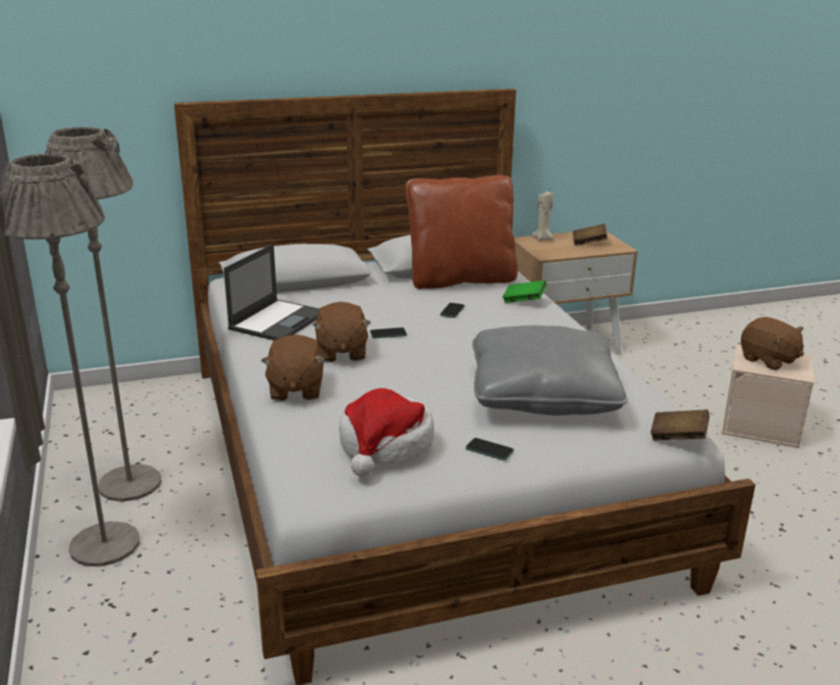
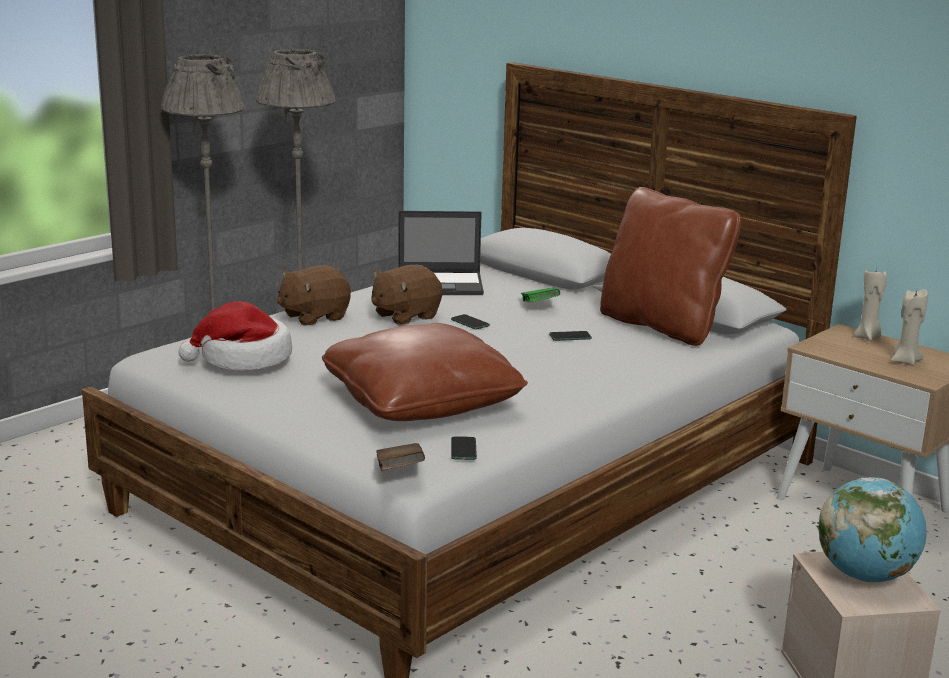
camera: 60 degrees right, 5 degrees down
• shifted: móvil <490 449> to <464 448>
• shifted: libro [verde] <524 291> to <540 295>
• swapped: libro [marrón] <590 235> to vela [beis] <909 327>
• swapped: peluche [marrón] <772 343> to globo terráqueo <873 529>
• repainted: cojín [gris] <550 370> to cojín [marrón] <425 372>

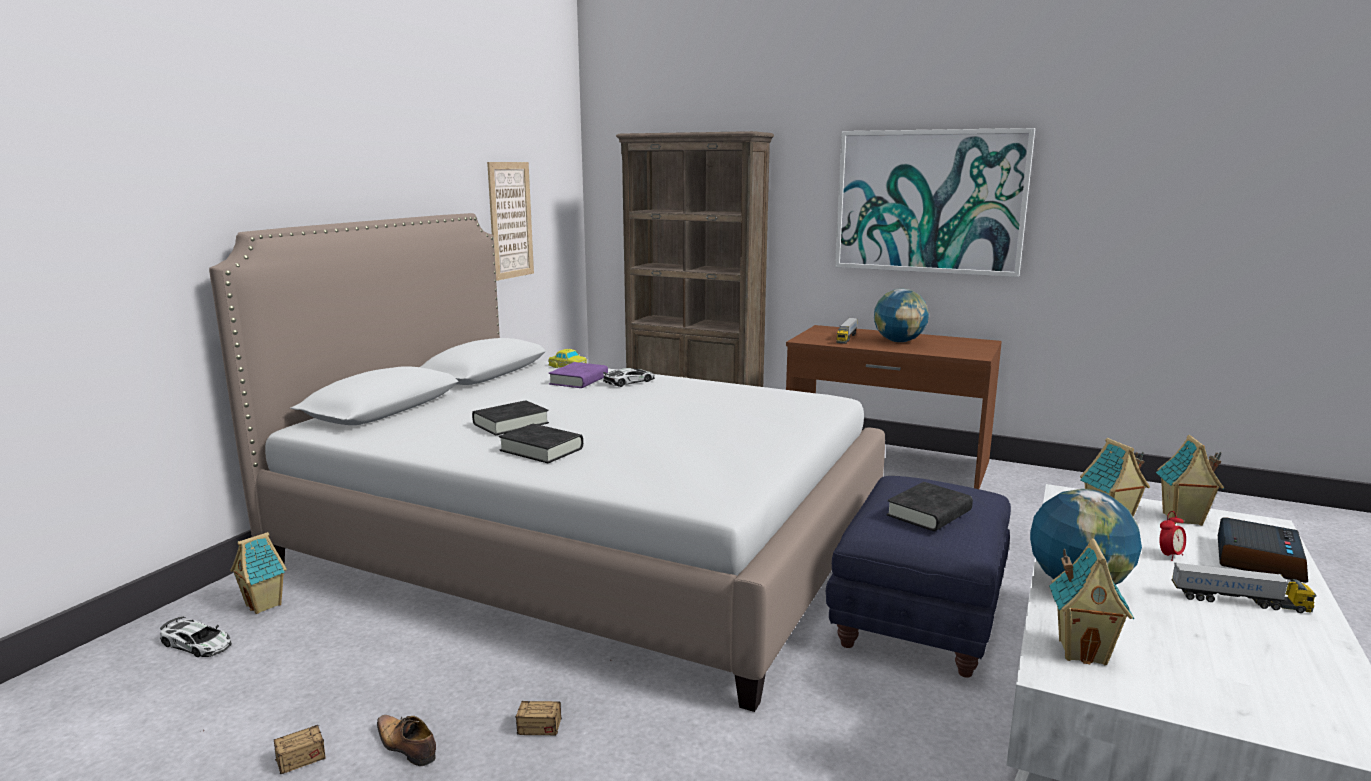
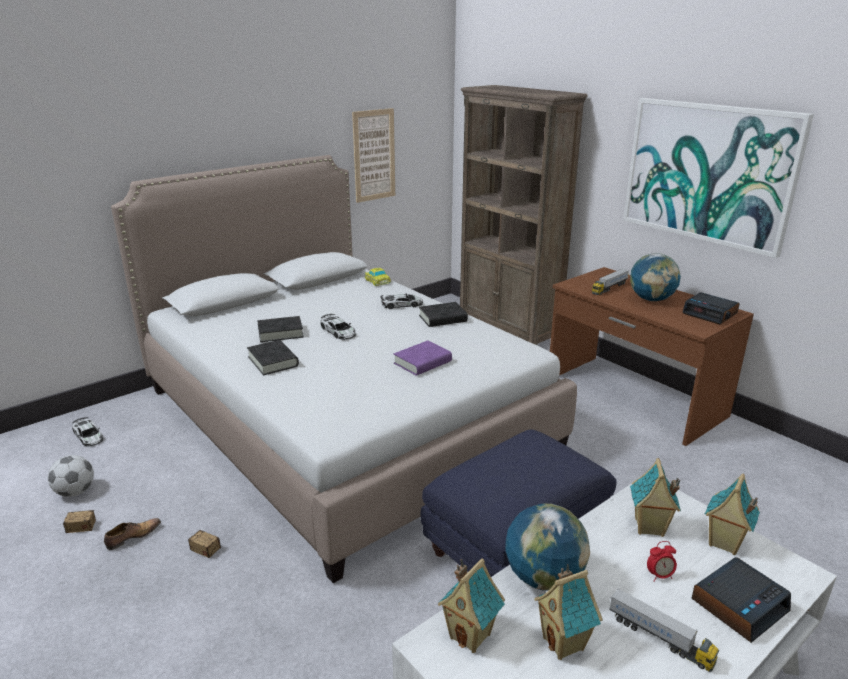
camera: 25 degrees right, 10 degrees up
• new: balón de fútbol <71 476>
• new: coche de juguete <338 327>
• new: despertador <711 308>
• shifted: casita <258 573> to <568 612>
• shifted: libro [morado] <578 375> to <423 358>
• shifted: libro [negro] <930 506> to <443 314>
• rotated: zapato <406 740> = <132 534> 75 degrees clockwise

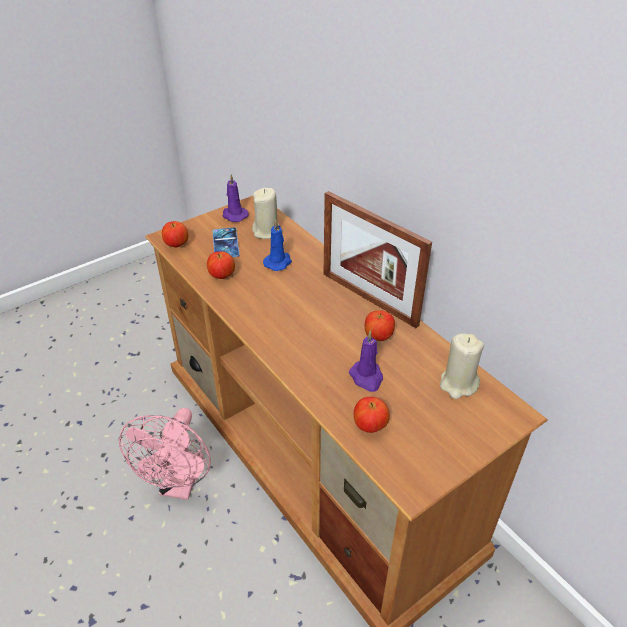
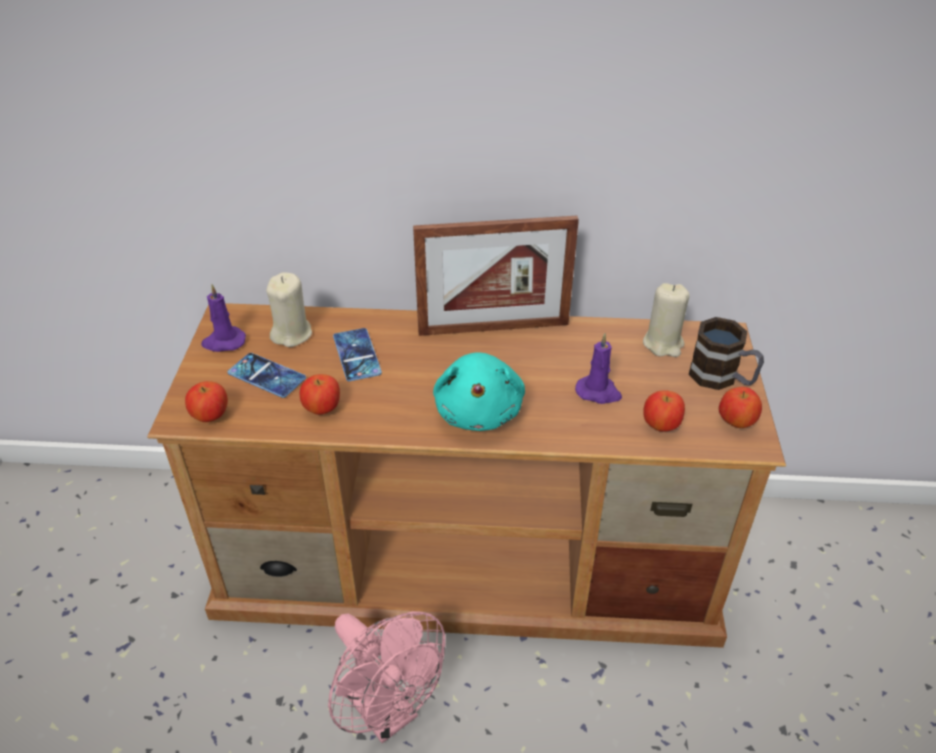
camera: 50 degrees left, 0 degrees up
• new: peluche [turquesa] <479 391>
• new: taza grande <726 353>
• shifted: manzana <380 325> to <740 407>
• swapped: vela [azul] <277 245> to móvil <357 354>

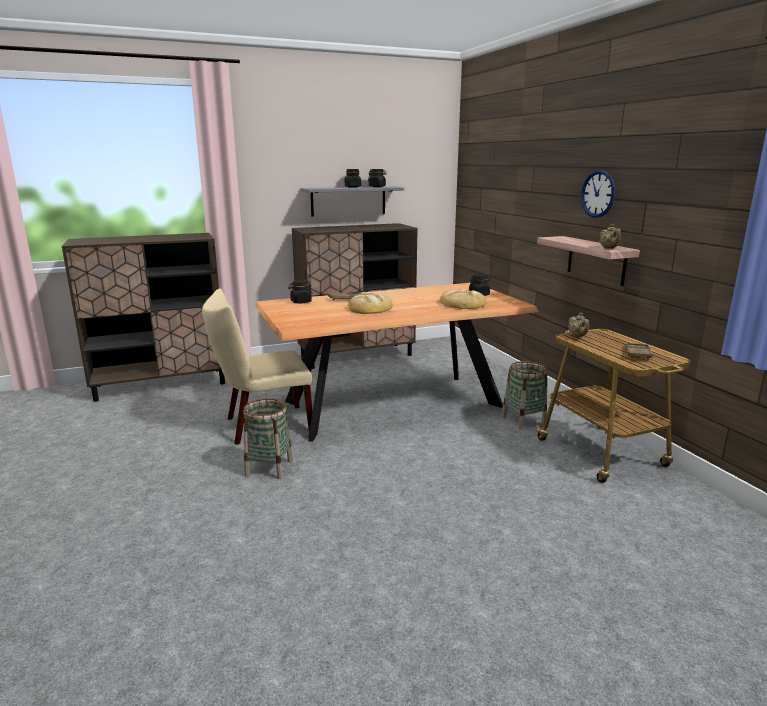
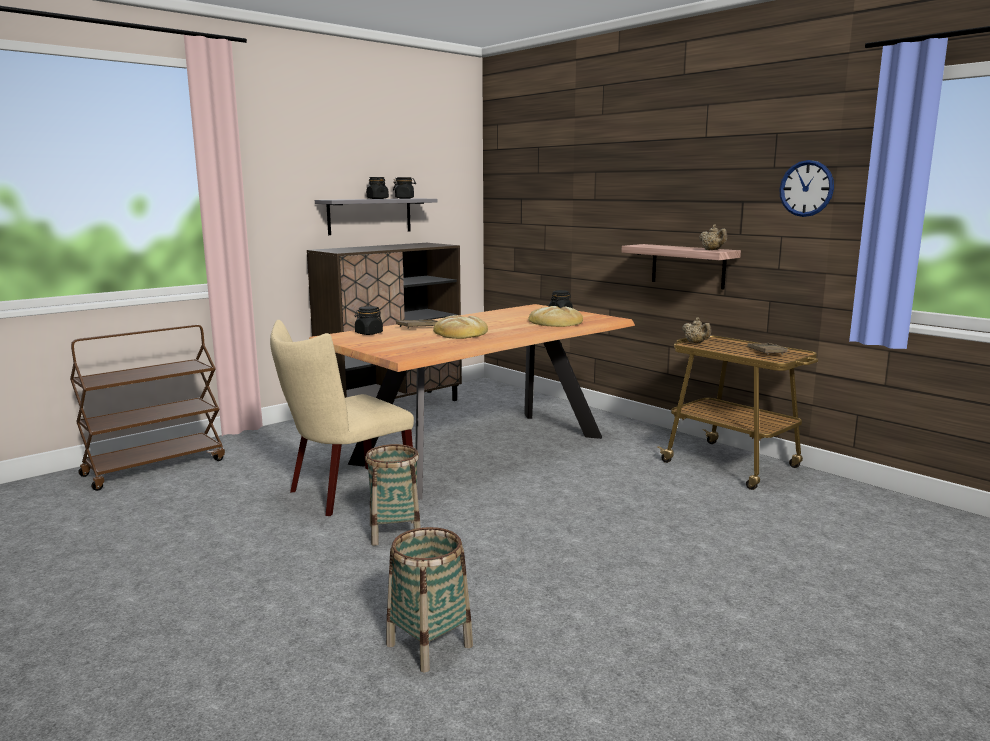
camera: 20 degrees left, 5 degrees down
• shifted: cesta <524 395> to <429 600>
• shifted: reloj de pared <598 194> to <806 188>
• swapped: armario [marrón] <143 317> to carrito [marrón] <147 408>

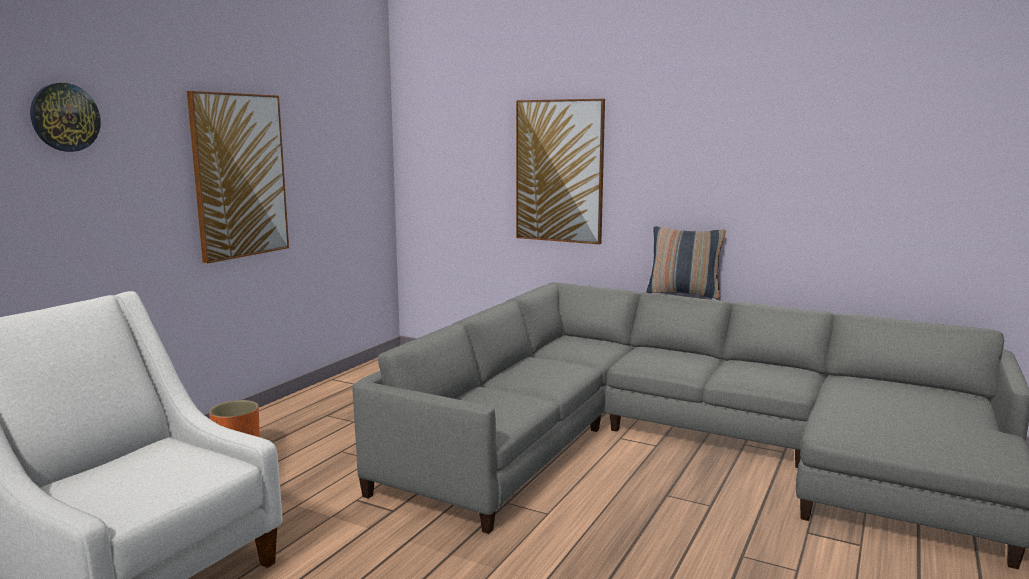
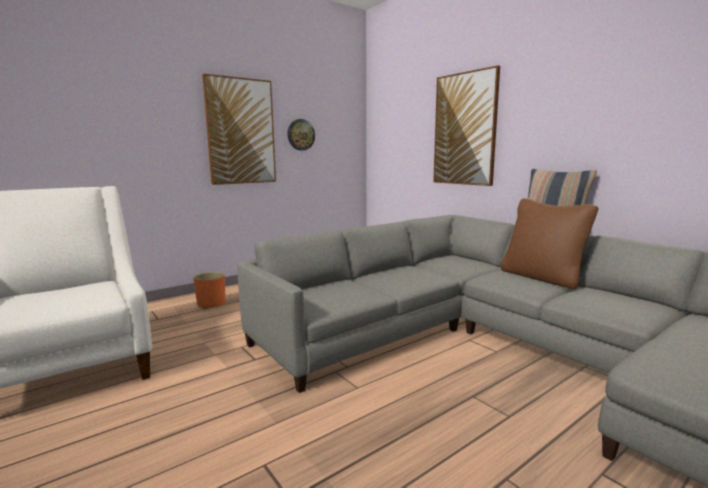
camera: 25 degrees right, 0 degrees up
• new: cojín [marrón] <550 243>
• shifted: reloj de pared <65 117> to <301 135>

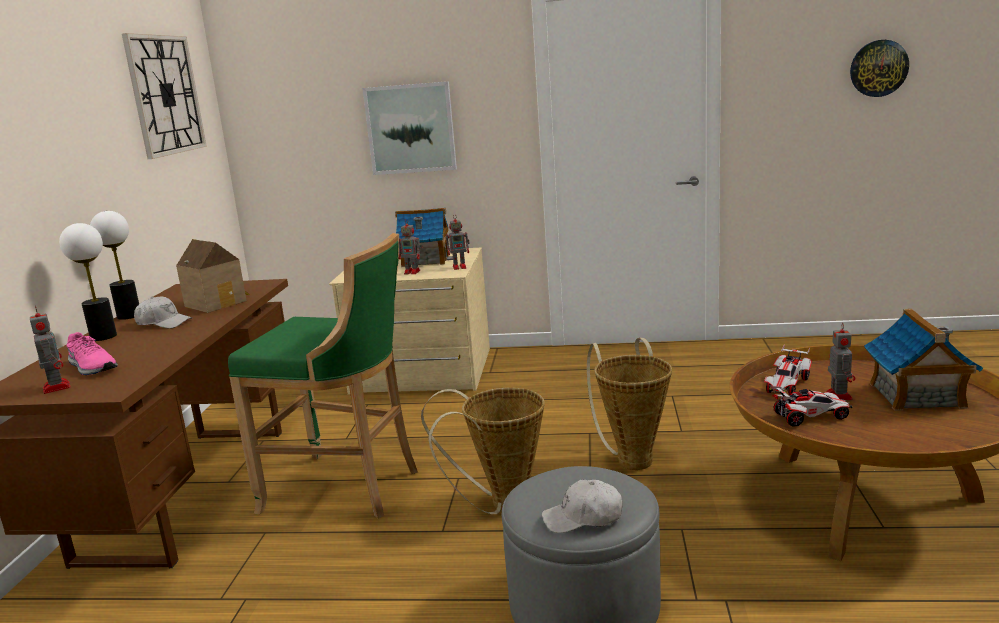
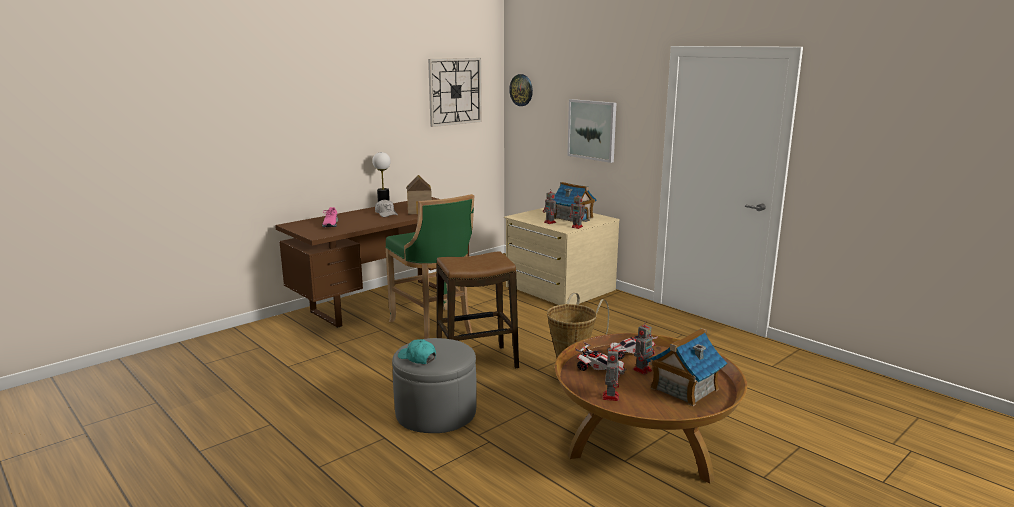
camera: 40 degrees right, 0 degrees up
• gone: lámpara de mesa <88 282>
• shifted: robot de juguete <50 350> to <611 372>
• shifted: reloj de pared <879 68> to <521 90>
• swapped: cesta <483 450> to taburete <478 310>
• repainted: gorra [blanco] <582 506> to gorra [turquesa] <417 351>

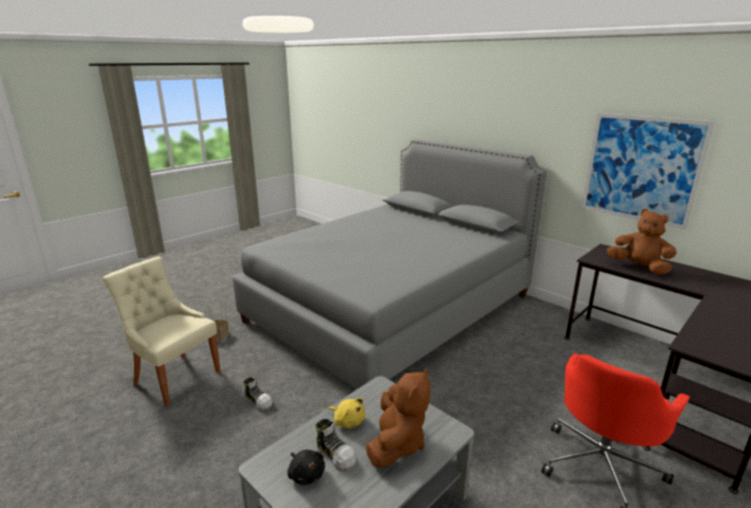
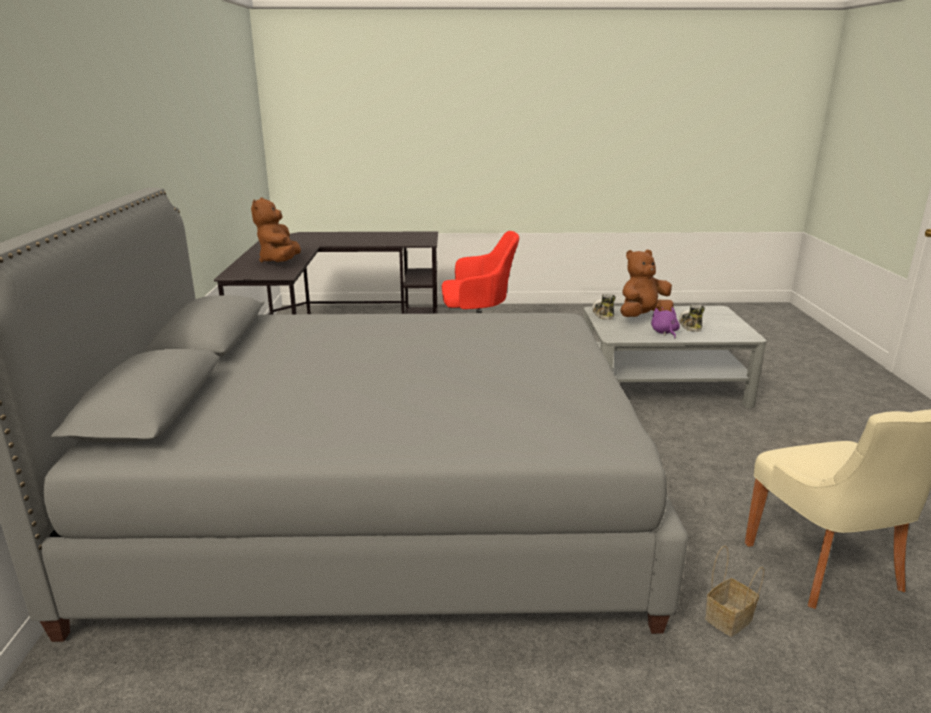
camera: 135 degrees left, 0 degrees up
• gone: peluche [negro] <306 467>
• gone: cuadro <648 171>
• shifted: zapato <258 394> to <604 307>
• repainted: peluche [amarillo] <346 413> to peluche [morado] <665 322>

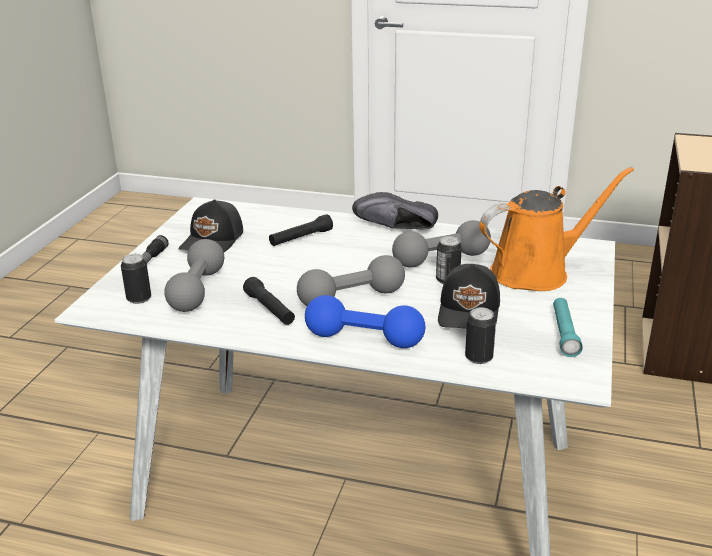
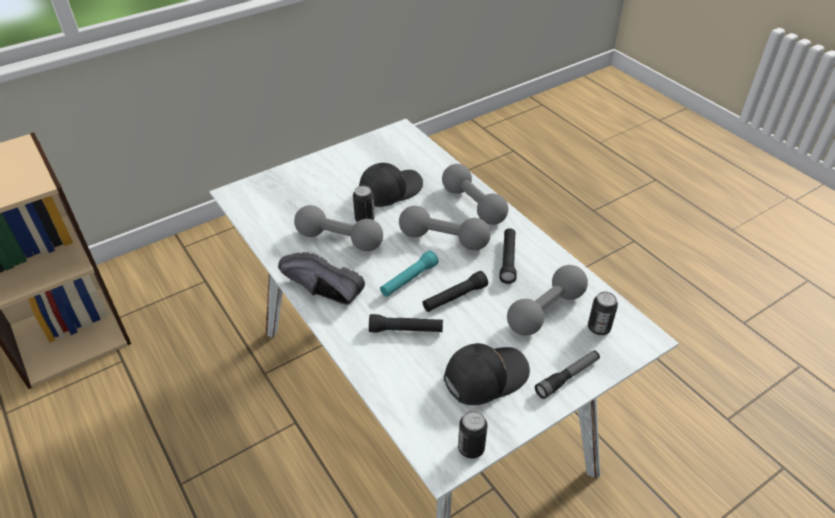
camera: 140 degrees left, 15 degrees up
• gone: regadera [naranja] <557 229>
• new: linterna [negro] <455 291>
• shifted: lata <480 335> to <473 435>
• shifted: linterna [turquesa] <568 327> to <409 273>
• repainted: mancuerna [azul] <365 321> to mancuerna [gris] <475 194>
• rotated: zapato [negro] <395 210> = <321 278> 150 degrees clockwise

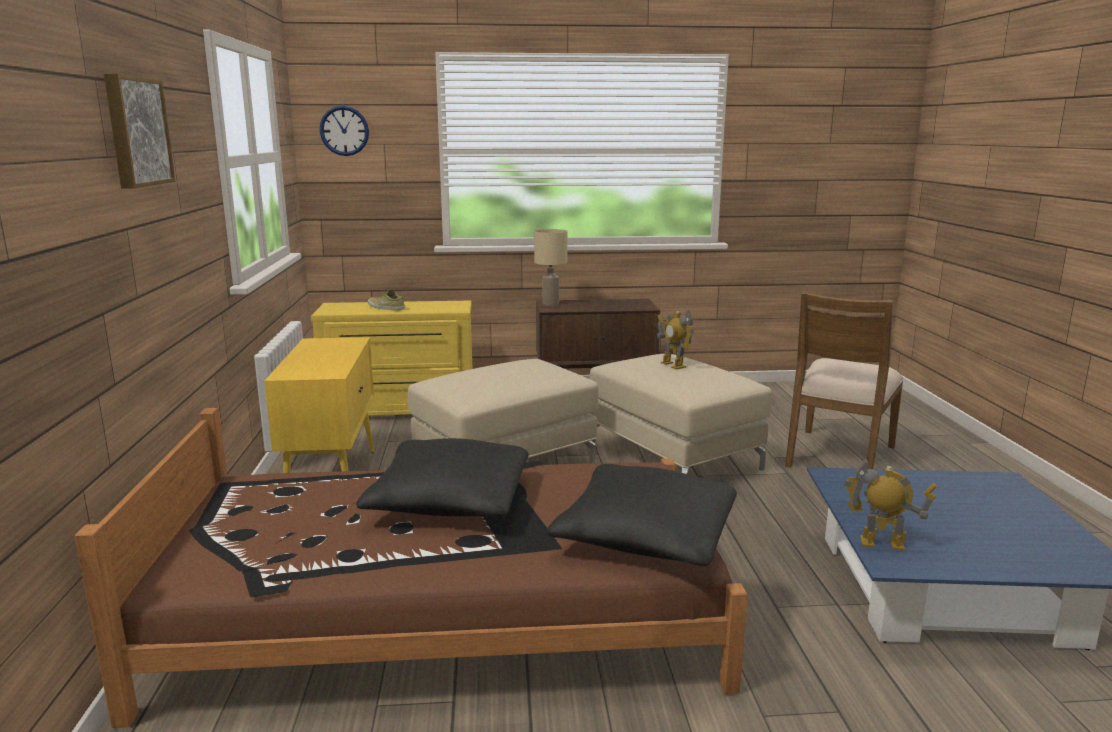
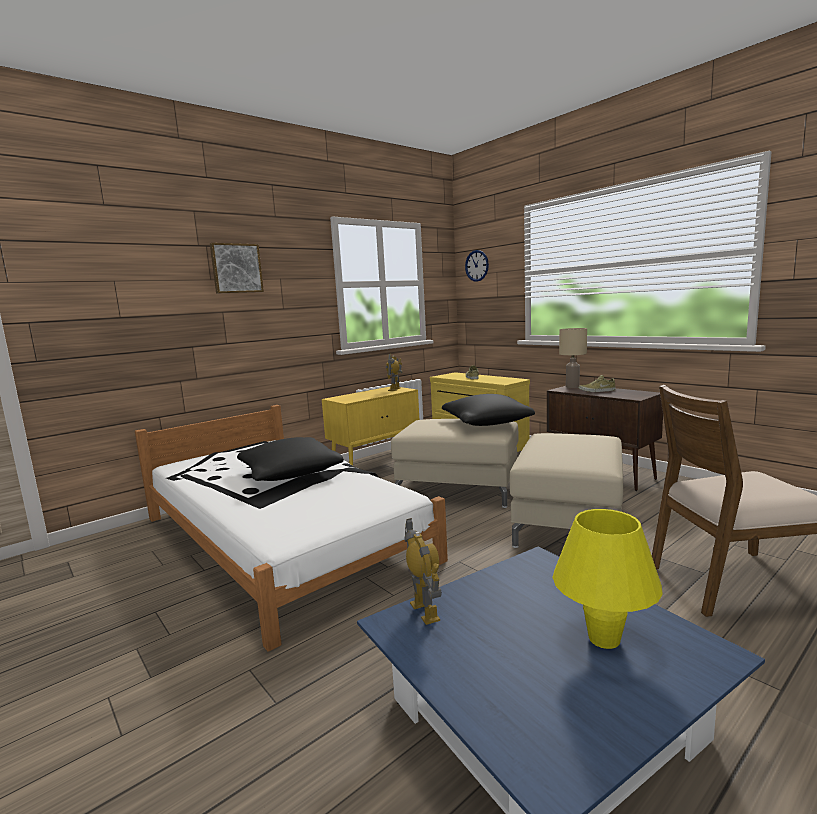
camera: 55 degrees right, 5 degrees down
• new: lámpara de mesa [amarillo] <607 579>
• new: zapato [beis] <597 383>
• shifted: cojín [negro] <642 515> to <488 410>
• shifted: robot de juguete <675 340> to <394 372>
• repainted: cama [marrón] <410 568> to cama [blanco] <291 528>

